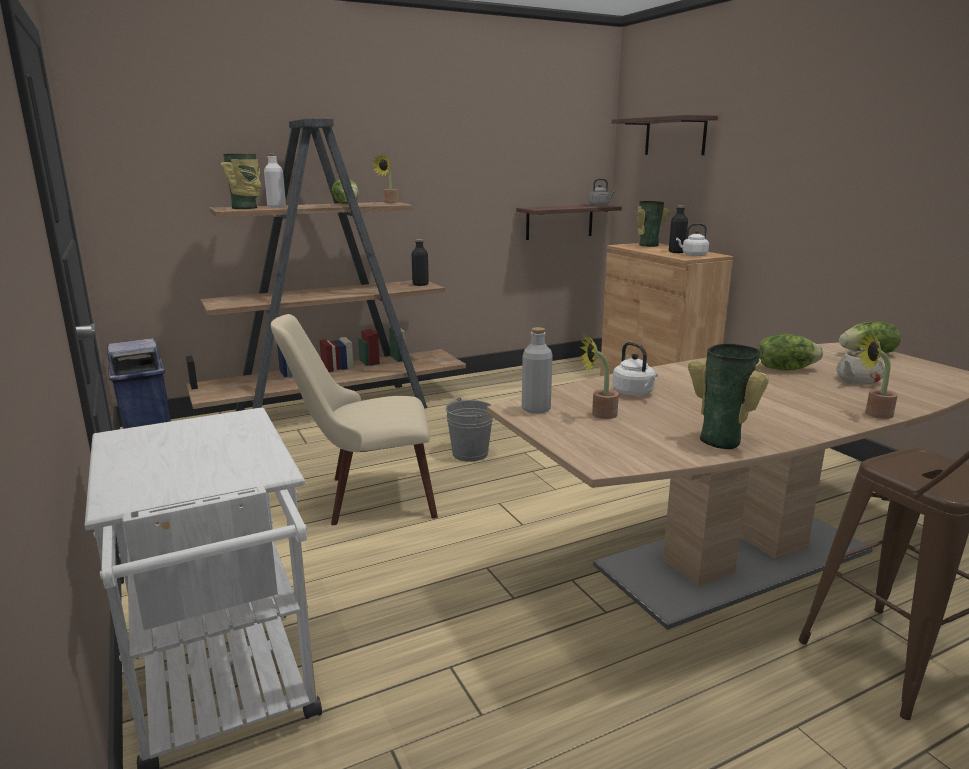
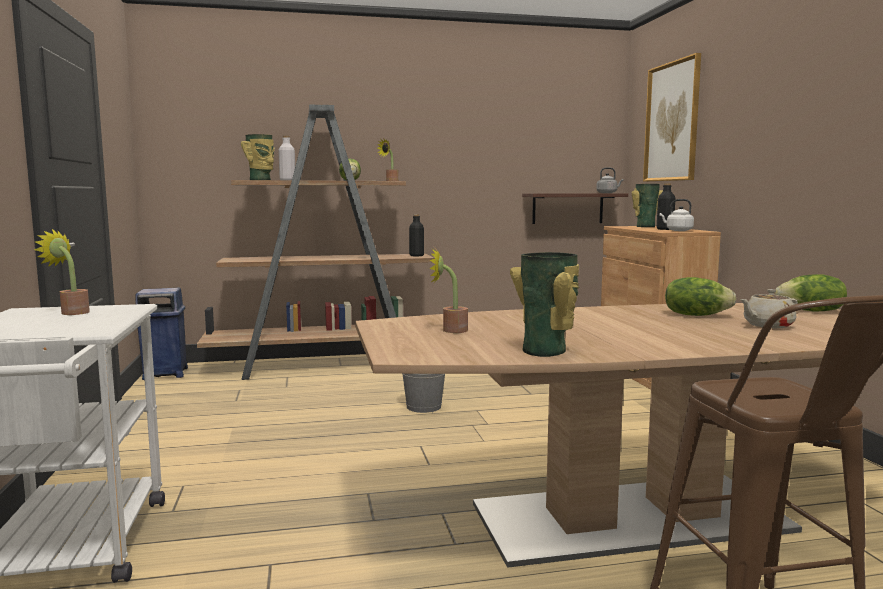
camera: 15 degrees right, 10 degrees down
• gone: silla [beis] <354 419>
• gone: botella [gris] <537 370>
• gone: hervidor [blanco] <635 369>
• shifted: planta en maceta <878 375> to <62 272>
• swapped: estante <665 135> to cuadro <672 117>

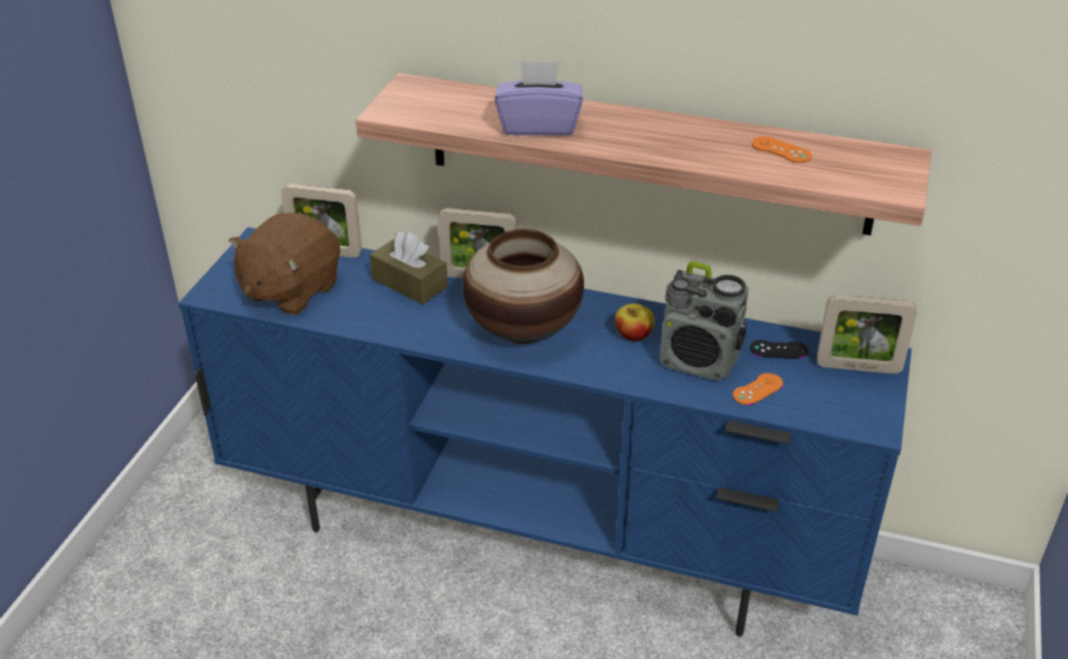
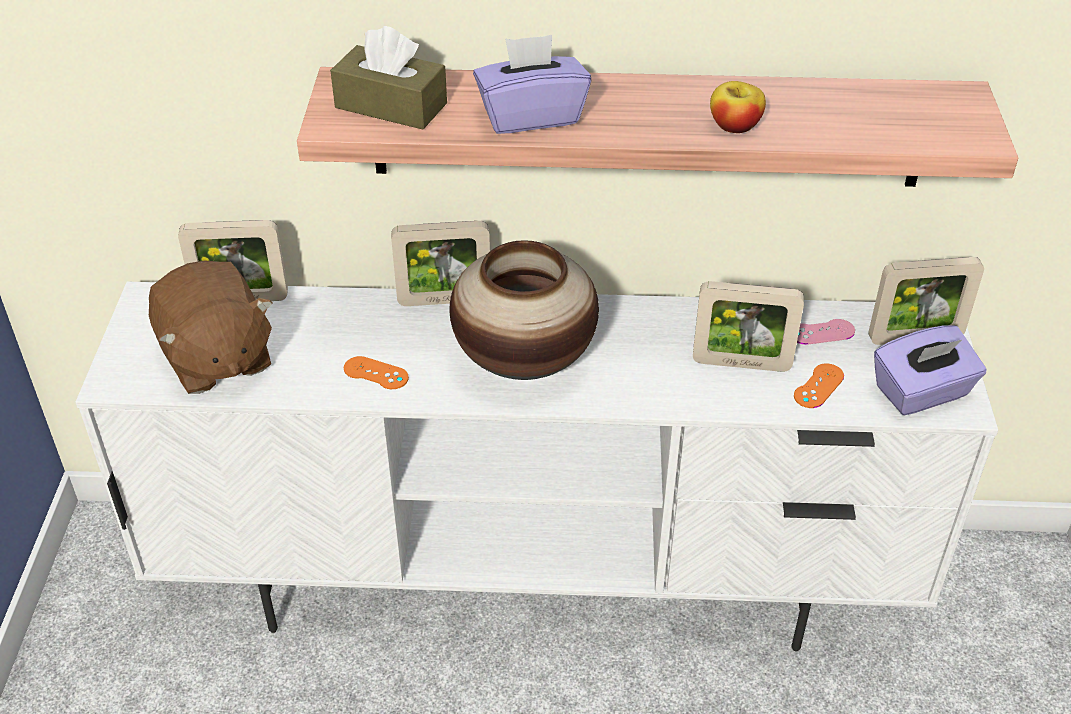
camera: 15 degrees left, 5 degrees up
• new: caja de pañuelos [morado] <930 370>
• shifted: caja de pañuelos [marrón] <409 267> to <388 77>
• shifted: manzana <635 322> to <738 107>
• shifted: mando de consola [naranja] <781 149> to <376 372>
• swapped: radio <704 320> to portarretratos <748 326>
• repainted: mueble de televisión [azul] <545 432> to mueble de televisión [blanco] <537 466>
• repainted: mando de consola [negro] <779 349> to mando de consola [rosa] <826 332>
• rotated: peluche [marrón] <284 264> = <211 327> 45 degrees counterclockwise

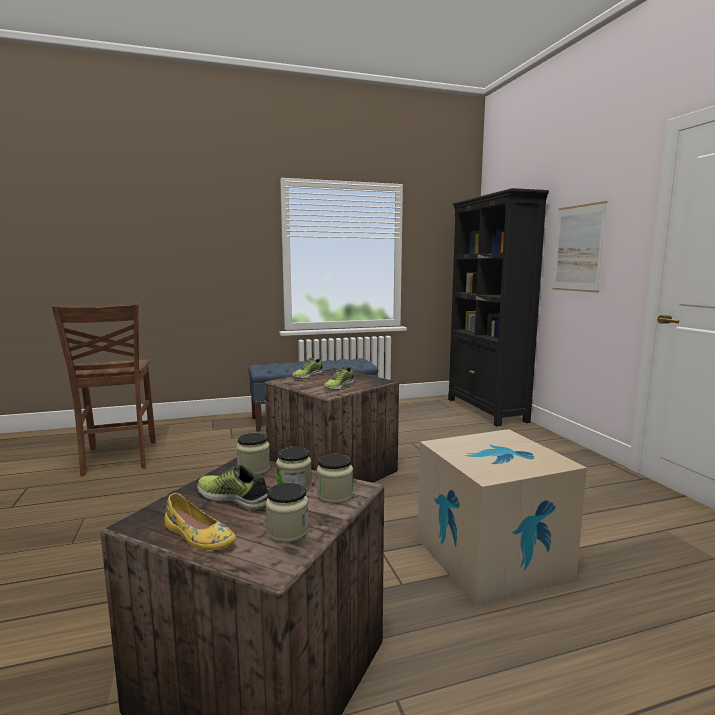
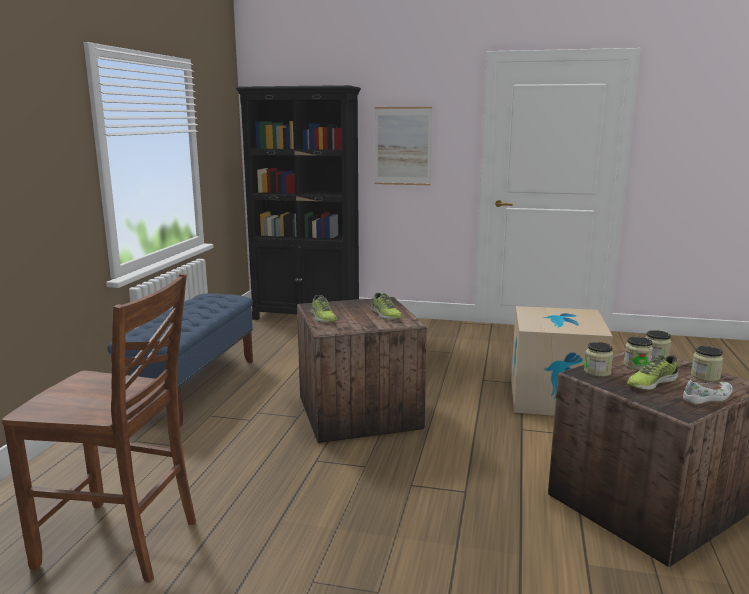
camera: 60 degrees left, 5 degrees up
• repainted: zapato [amarillo] <200 521> to zapato [blanco] <707 392>

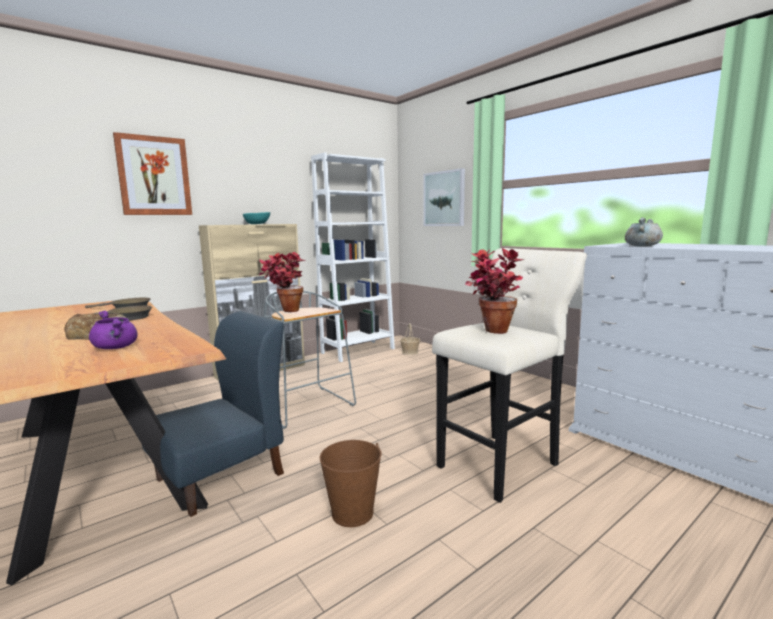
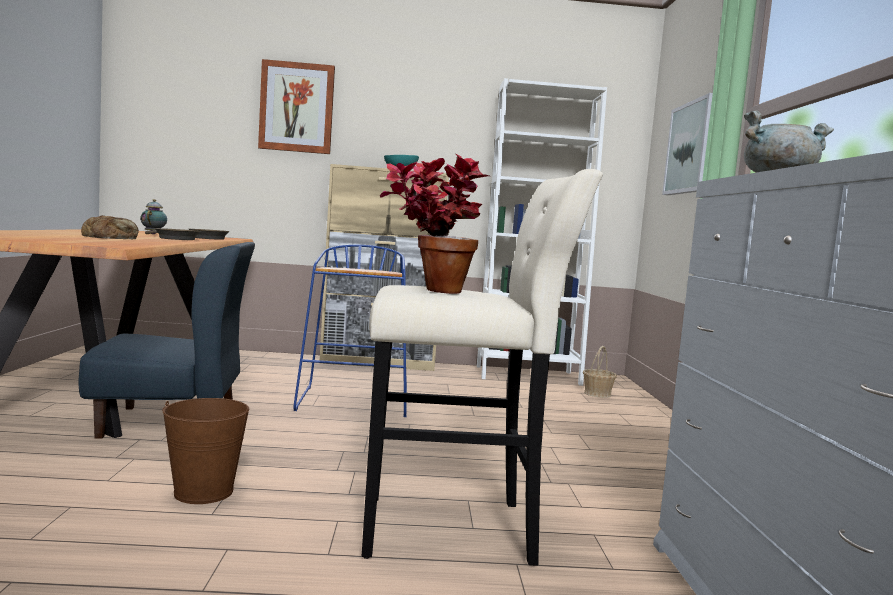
camera: 35 degrees right, 5 degrees down
• gone: olla [morado] <113 329>
• gone: planta en maceta <282 282>
• new: tetera <153 216>
• repainted: taburete [gris] <310 360> to taburete [azul] <350 331>

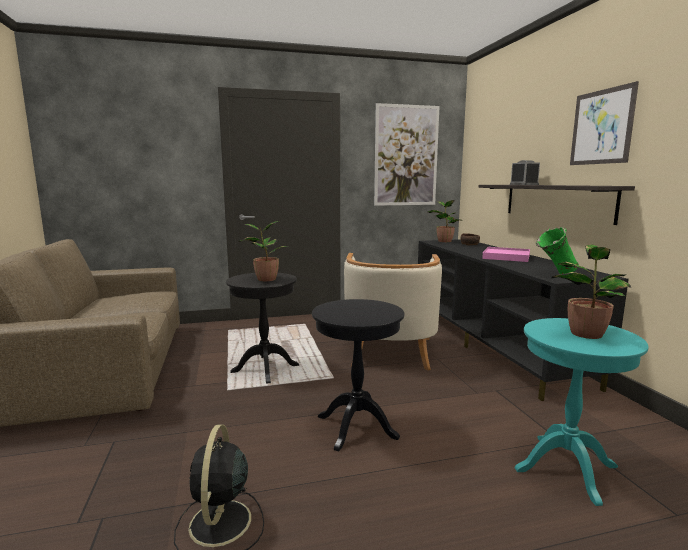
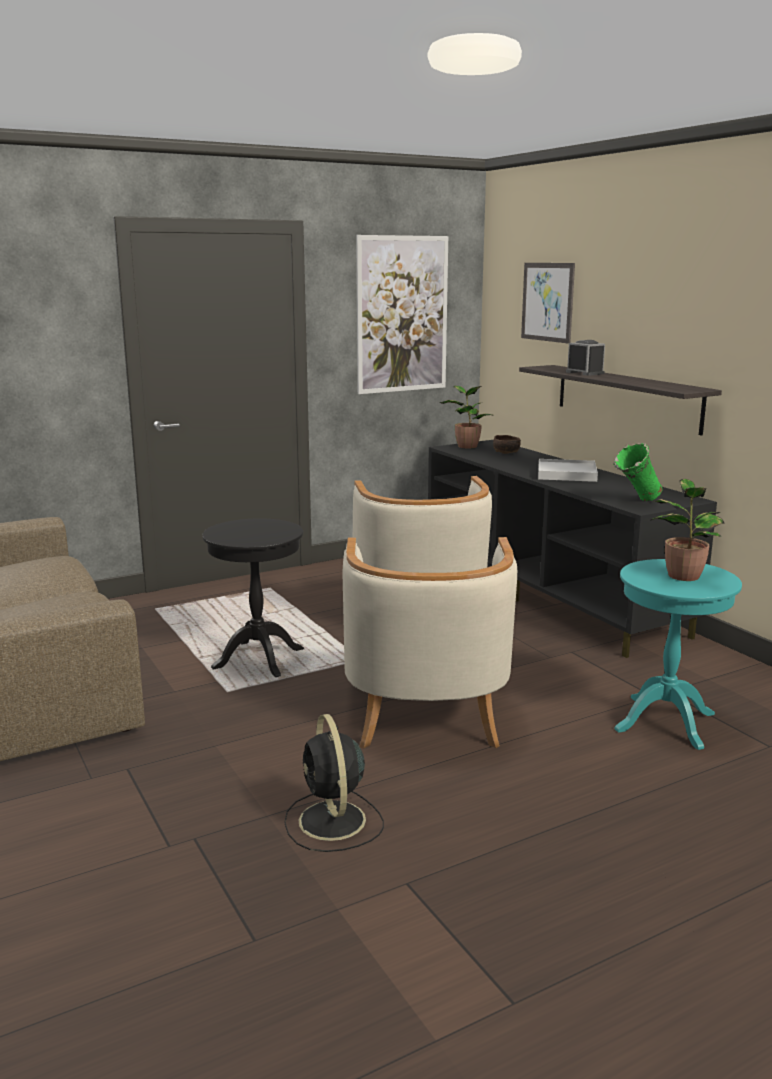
camera: 15 degrees left, 5 degrees up
• gone: planta en maceta <264 251>
• shifted: cuadro <604 123> to <548 303>
• swapped: mesa auxiliar [negro] <358 375> to sillón [beis] <429 643>
• repainted: bandeja [rosa] <506 254> to bandeja [blanco] <568 470>

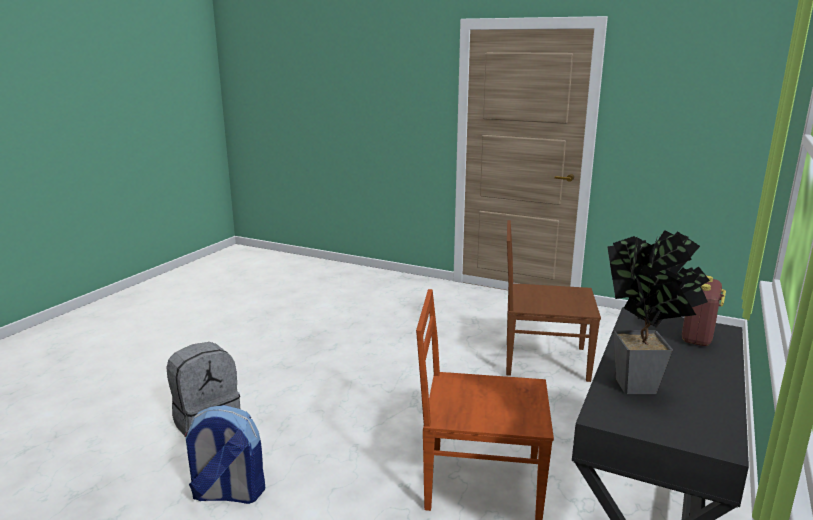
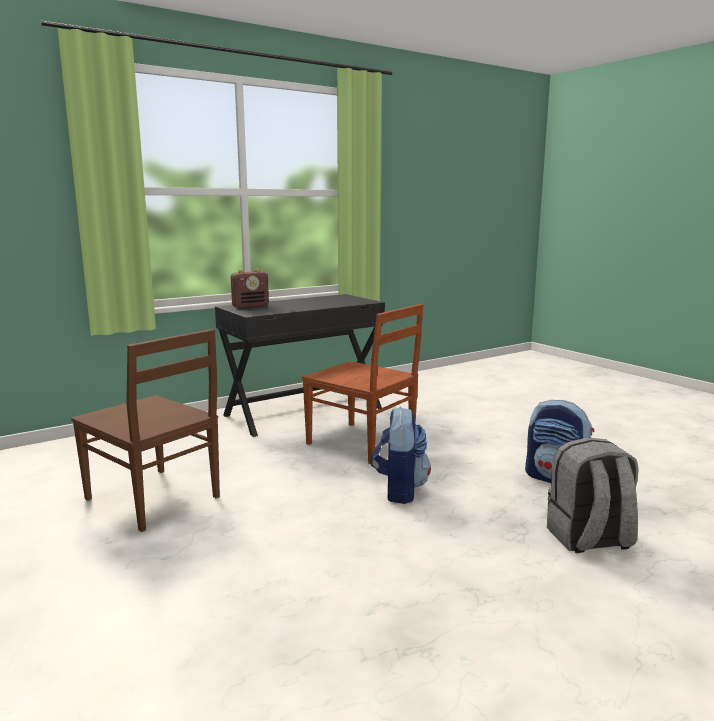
camera: 150 degrees left, 5 degrees down
• gone: planta en maceta <658 312>
• new: mochila <401 455>

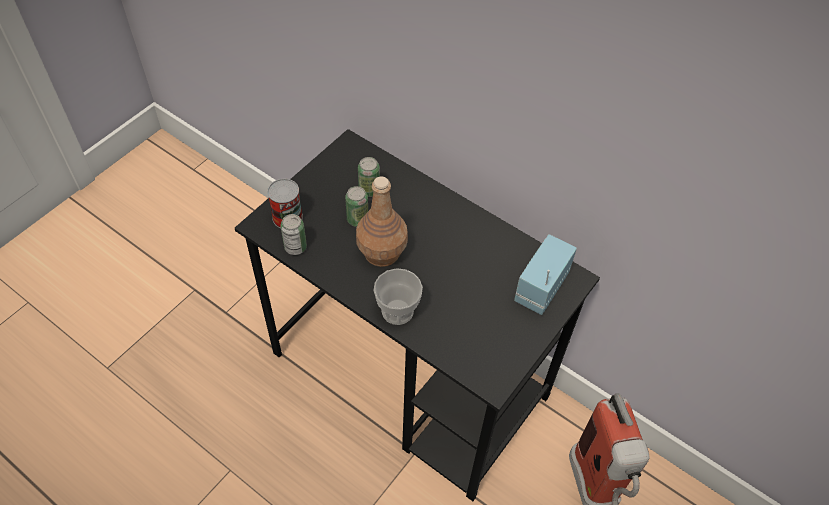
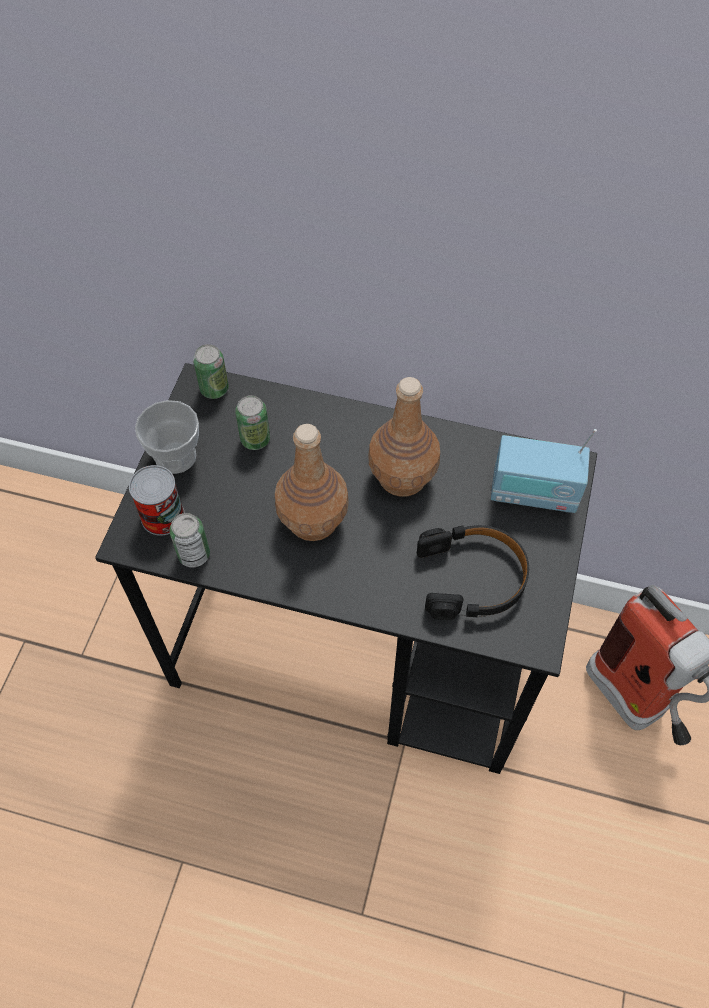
camera: 20 degrees left, 5 degrees up
• new: botella [marrón] <404 437>
• new: auriculares [negro] <473 572>
• shifted: lata <356 206> to <211 371>
• shifted: taza <398 296> to <167 437>
• rotated: radio <545 274> = <544 471> 90 degrees counterclockwise

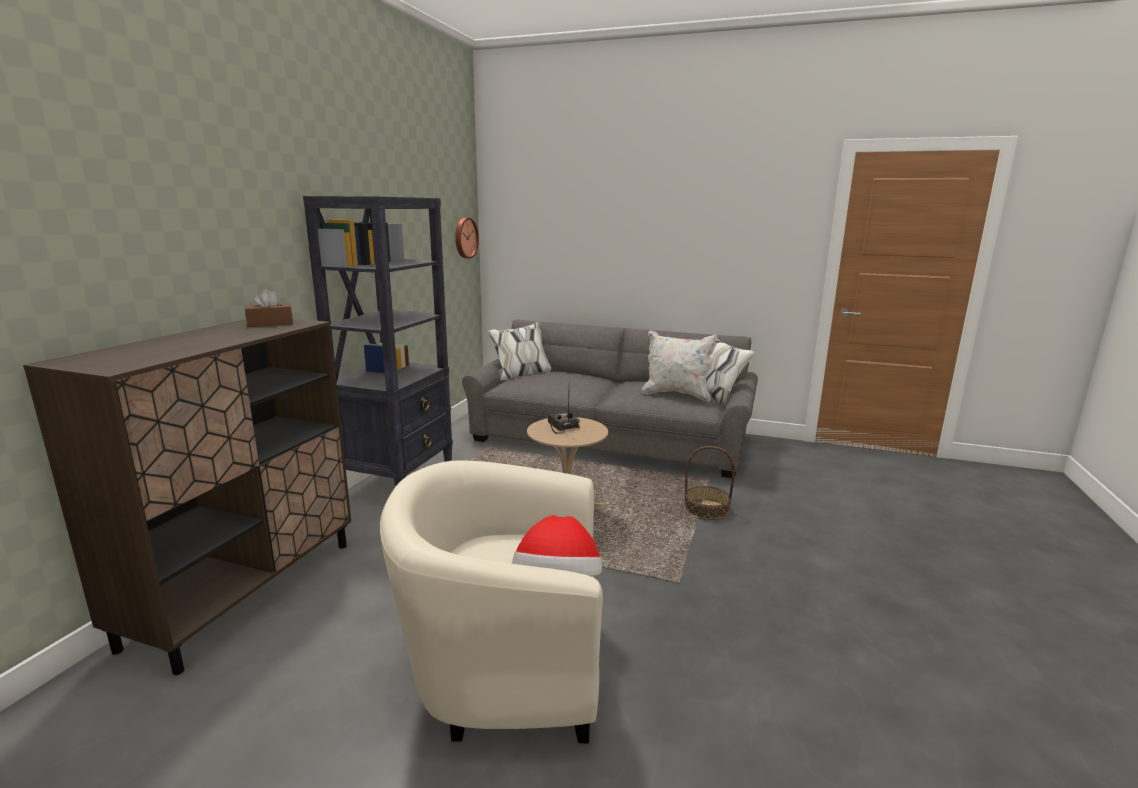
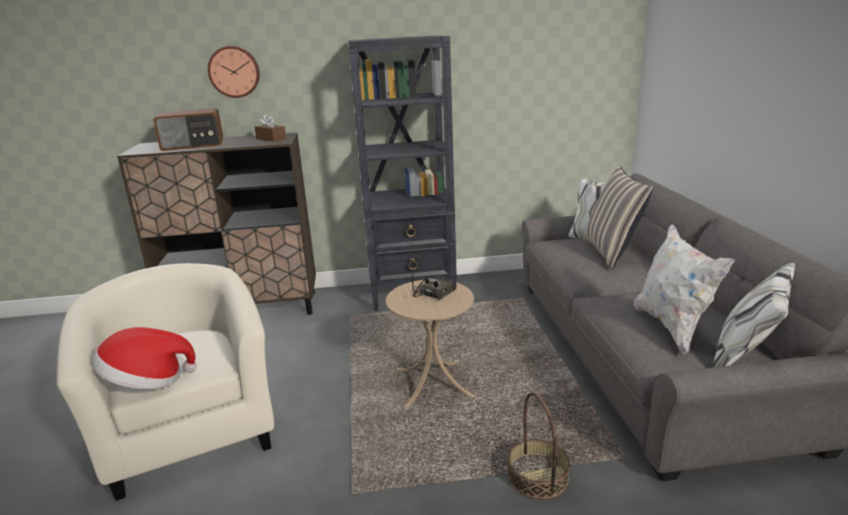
camera: 65 degrees right, 5 degrees up
• new: radio <188 129>
• new: cojín <619 217>
• shifted: reloj de pared <467 238> to <234 72>

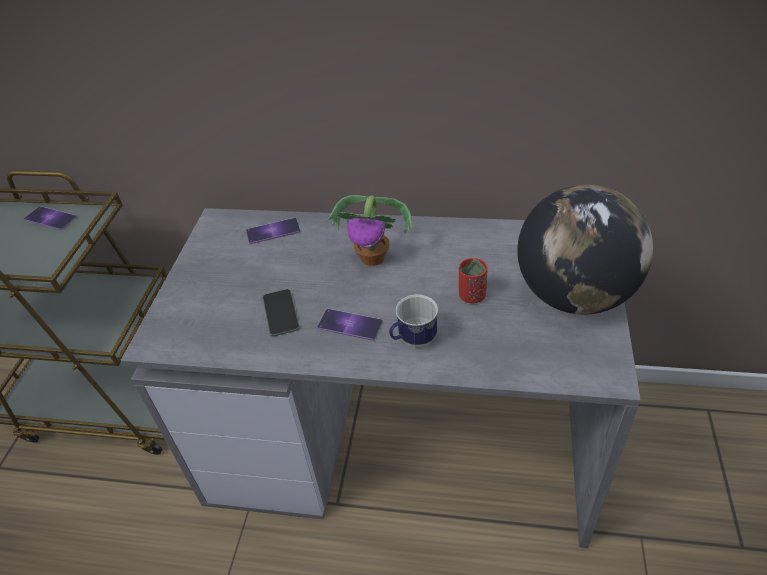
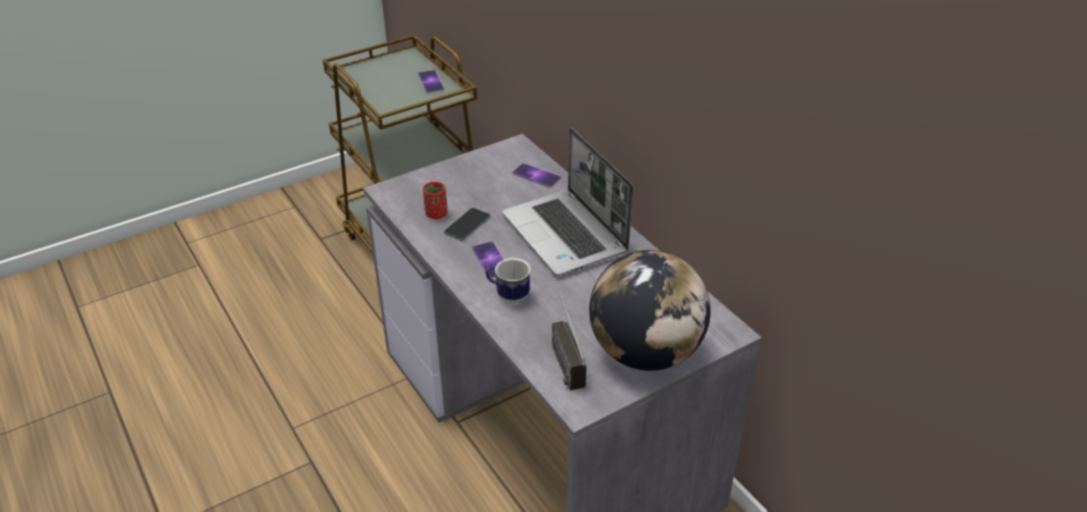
camera: 45 degrees right, 5 degrees down
• new: radio <569 334>
• shifted: taza [rojo] <473 280> to <435 200>
• swapped: planta en maceta <369 230> to portátil <567 202>

